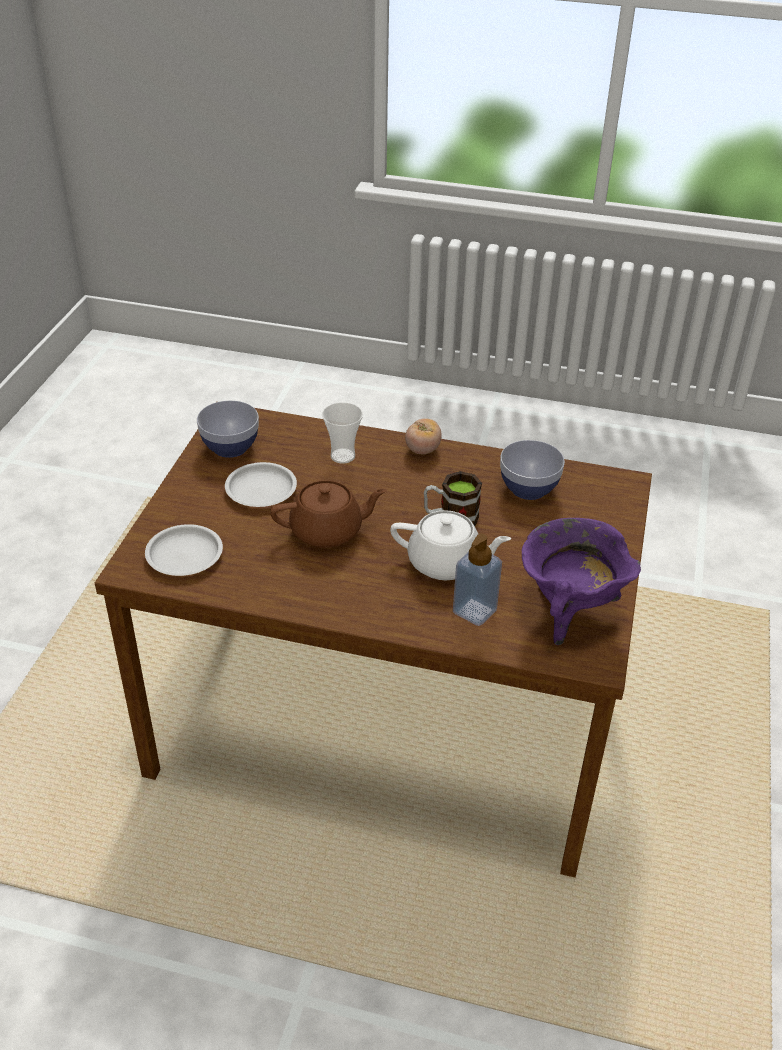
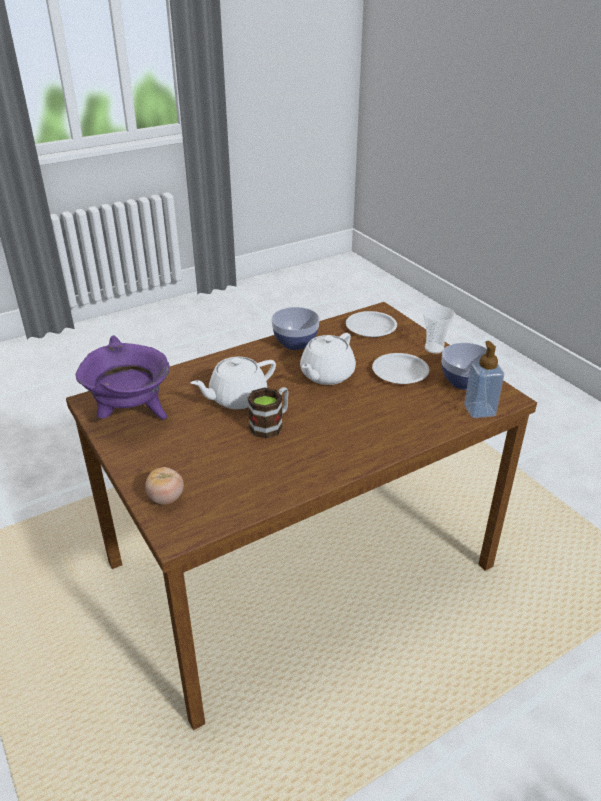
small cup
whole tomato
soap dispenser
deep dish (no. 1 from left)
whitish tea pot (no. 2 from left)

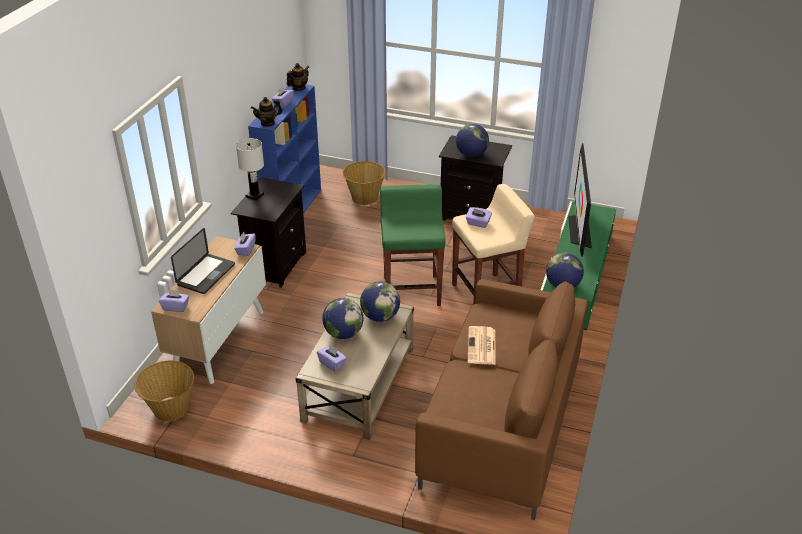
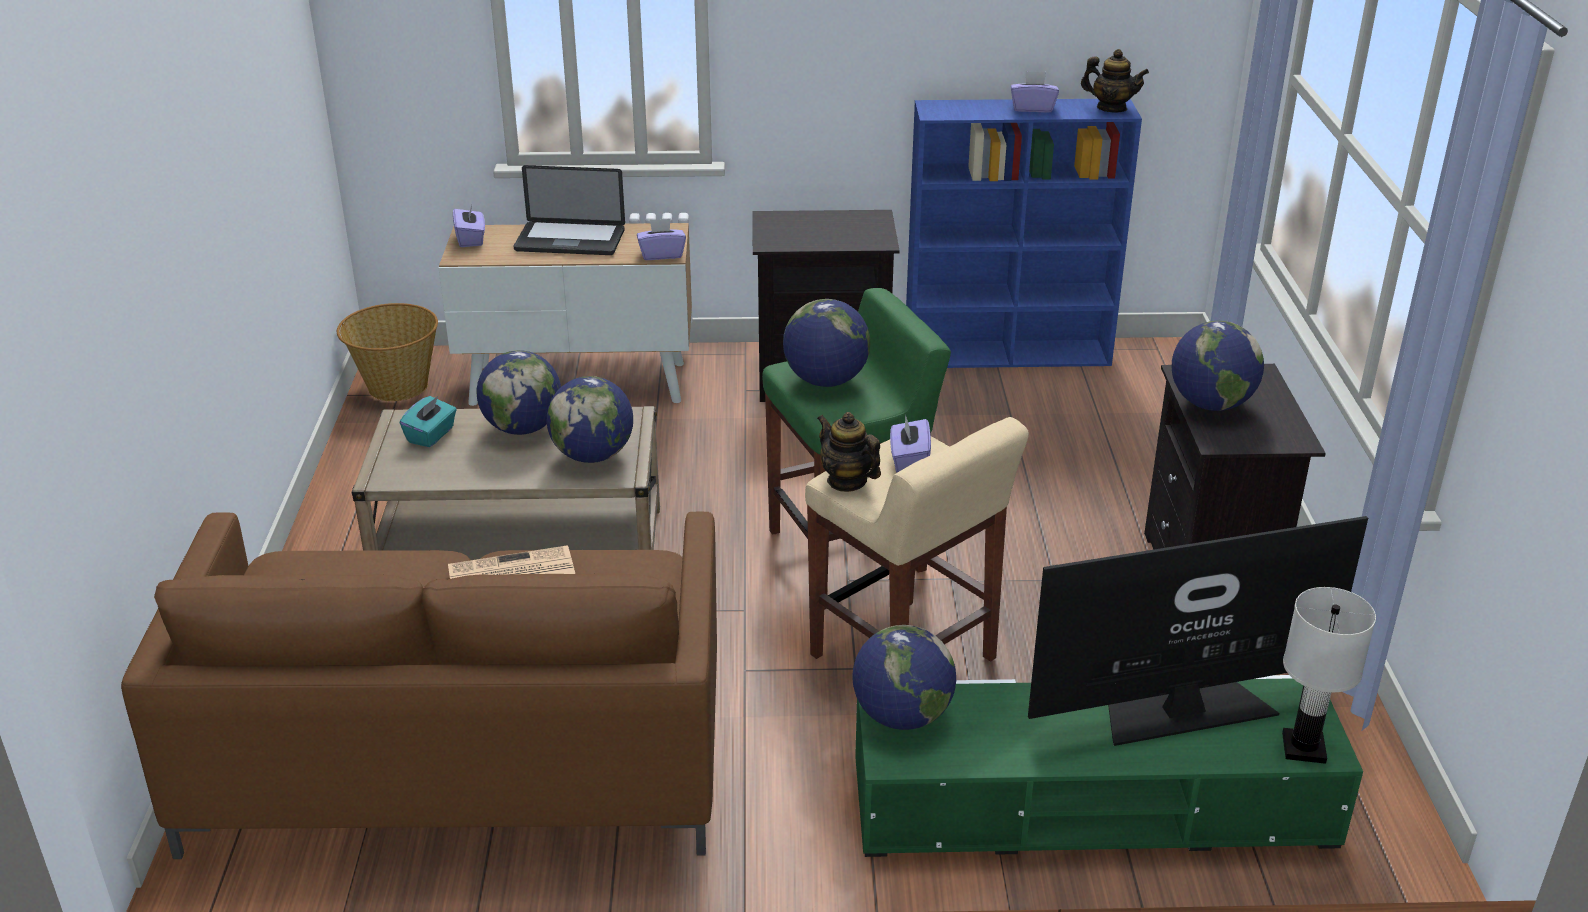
storage basket (no. 2 from left in the first image)
world globe (no. 3 from left)
whitish tabletop lamp
tea pot (no. 1 from left)
turquoise tissue holder

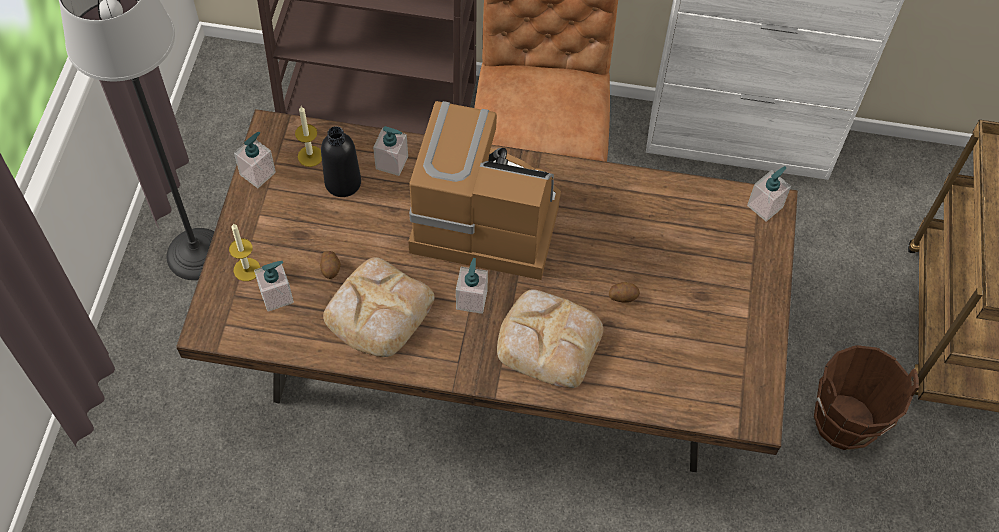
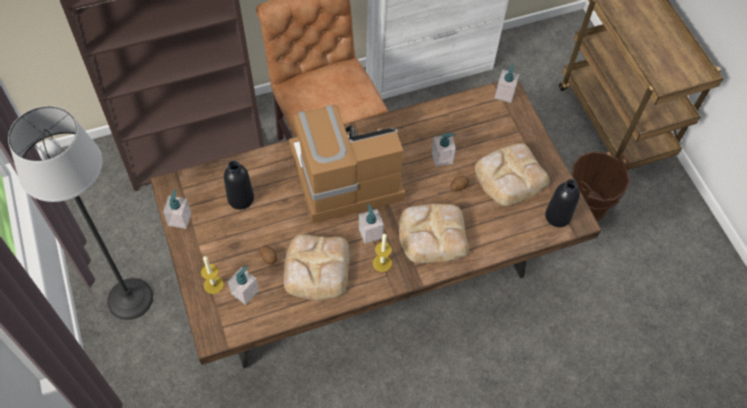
bakery bread (no. 3 from left)
black-coloured beverage bottle (no. 2 from left)
wax light (no. 2 from left)
soap dispenser (no. 4 from left)

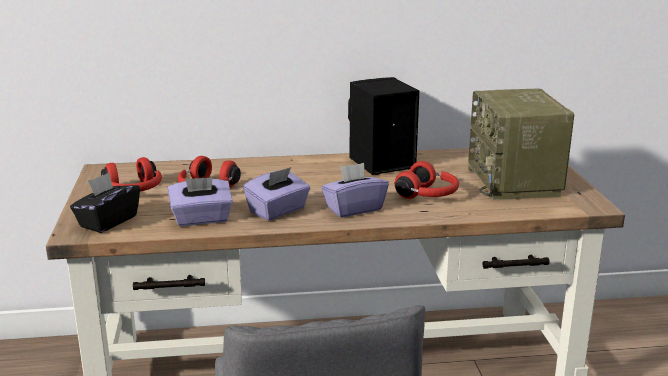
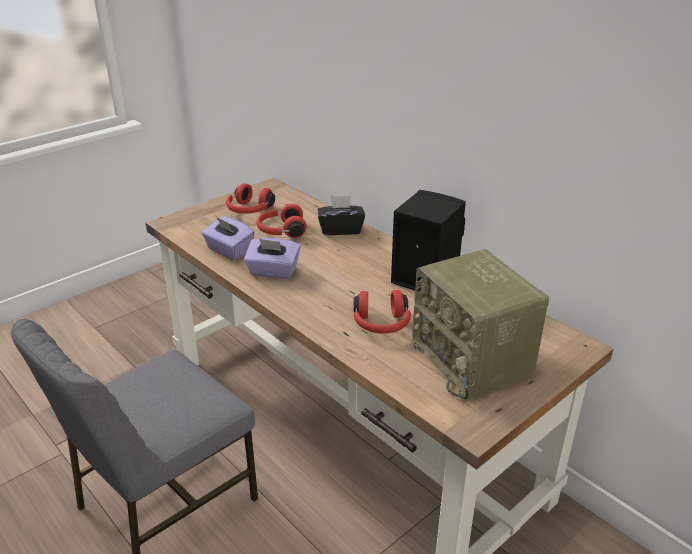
purple tissue holder (no. 3 from left in the first image)
black-coloured tissue holder
radio

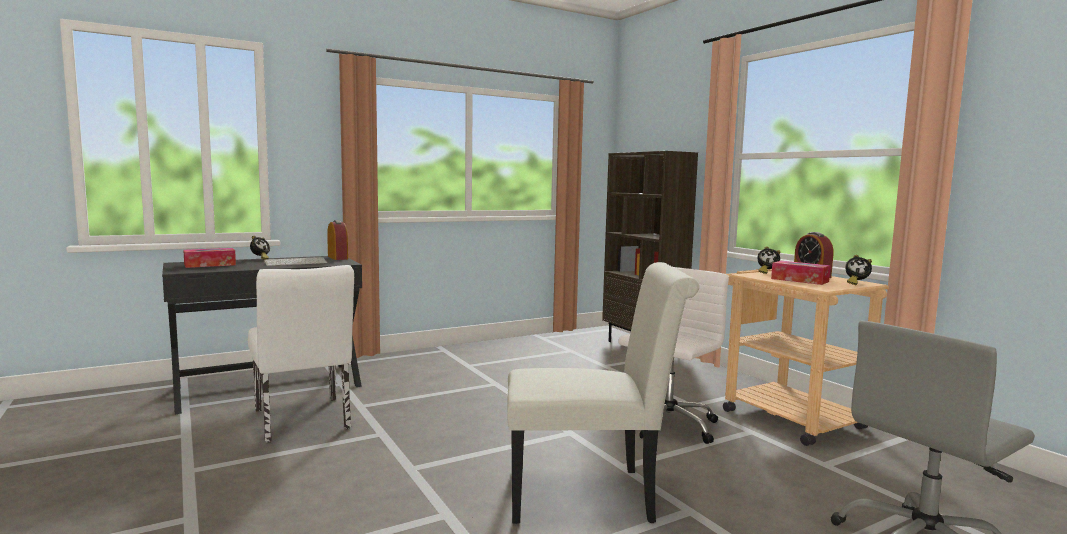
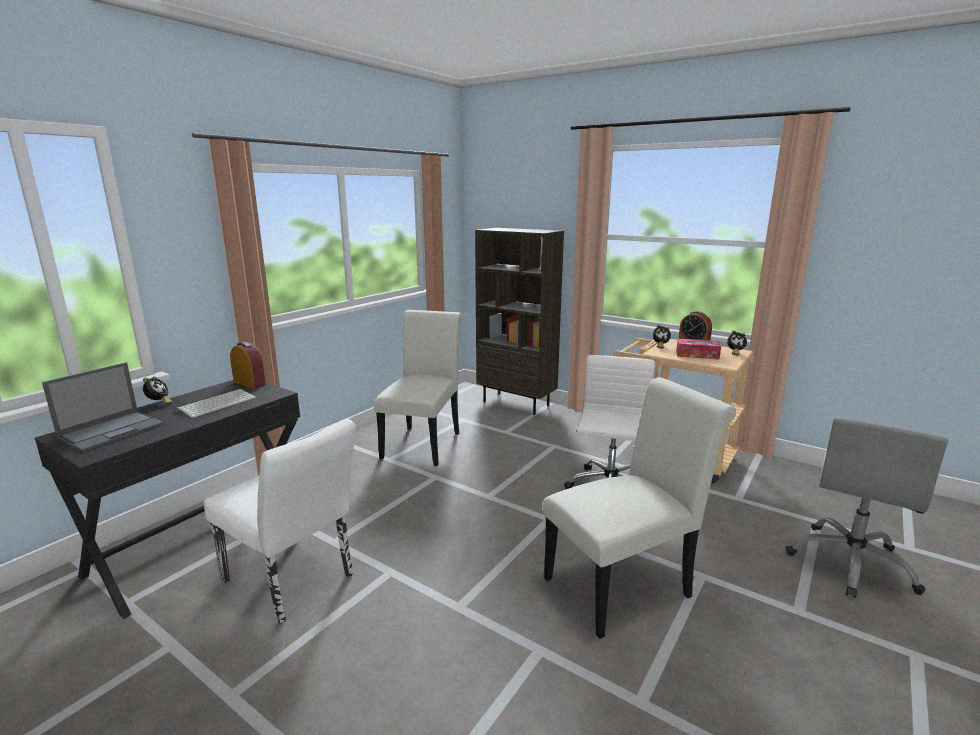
whitish plain chair (no. 2 from left)
portable computer

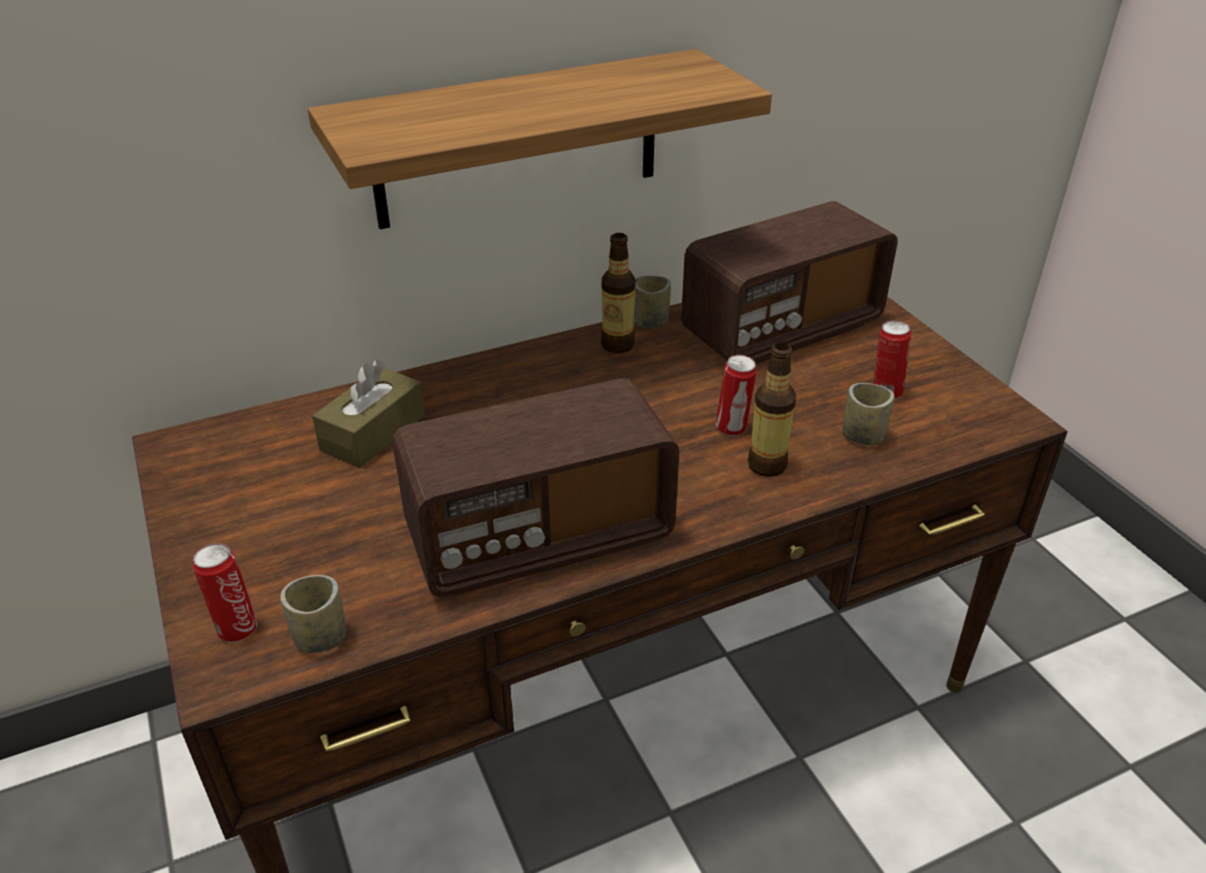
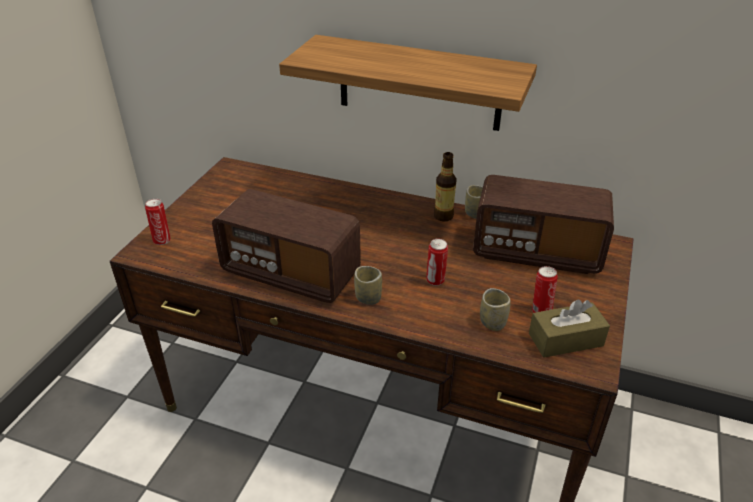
beverage bottle (no. 2 from left in the first image)
small cup (no. 1 from left)
brownish tissue holder

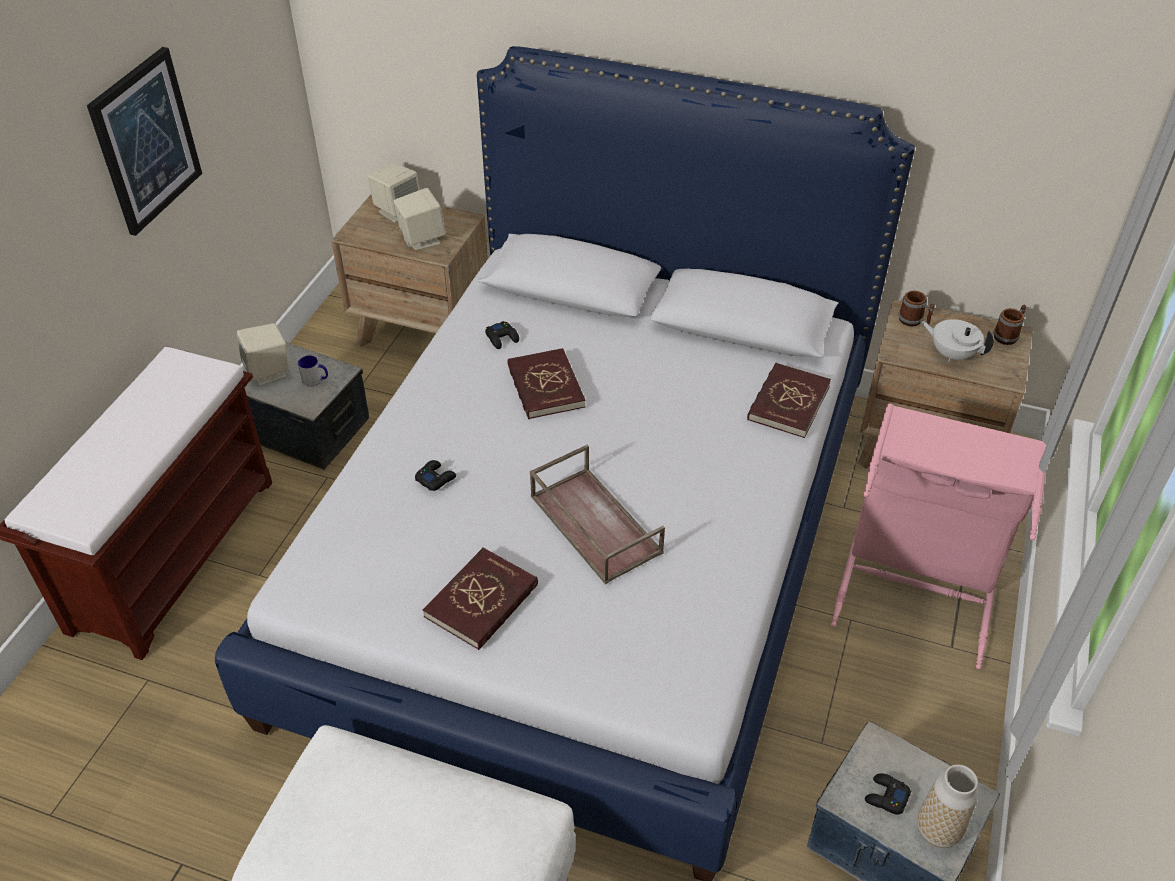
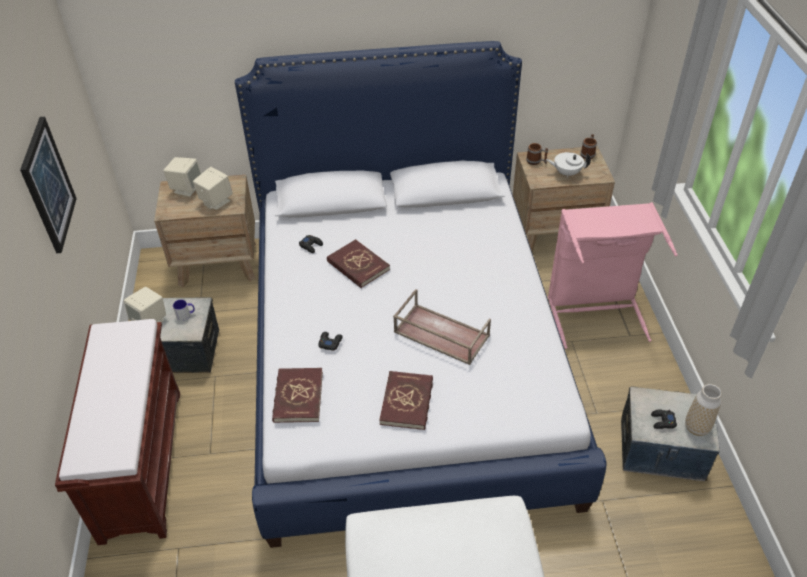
reddish bound book (no. 1 from left)

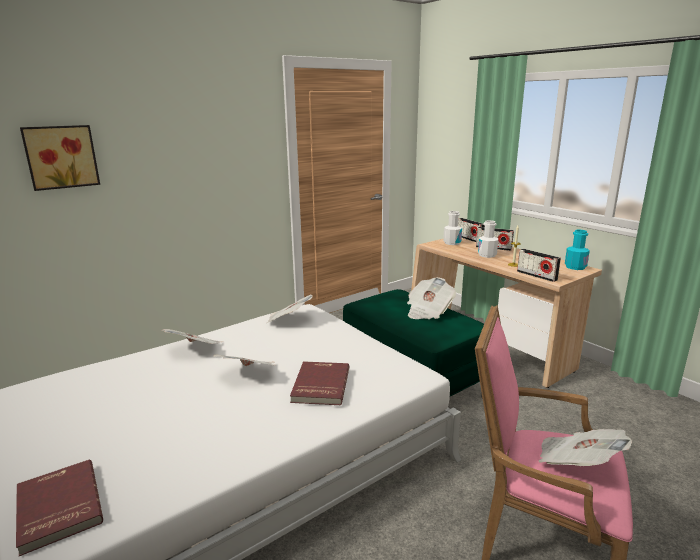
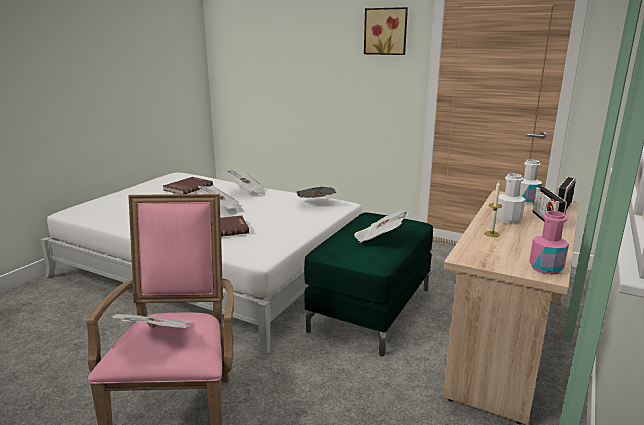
radio (no. 3 from left in the first image)
reddish bound book (no. 1 from left)
wall art
pink beverage bottle

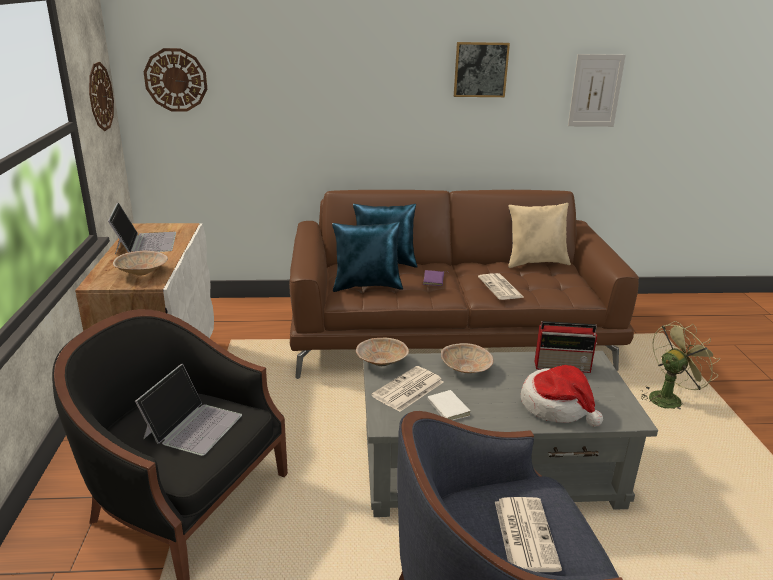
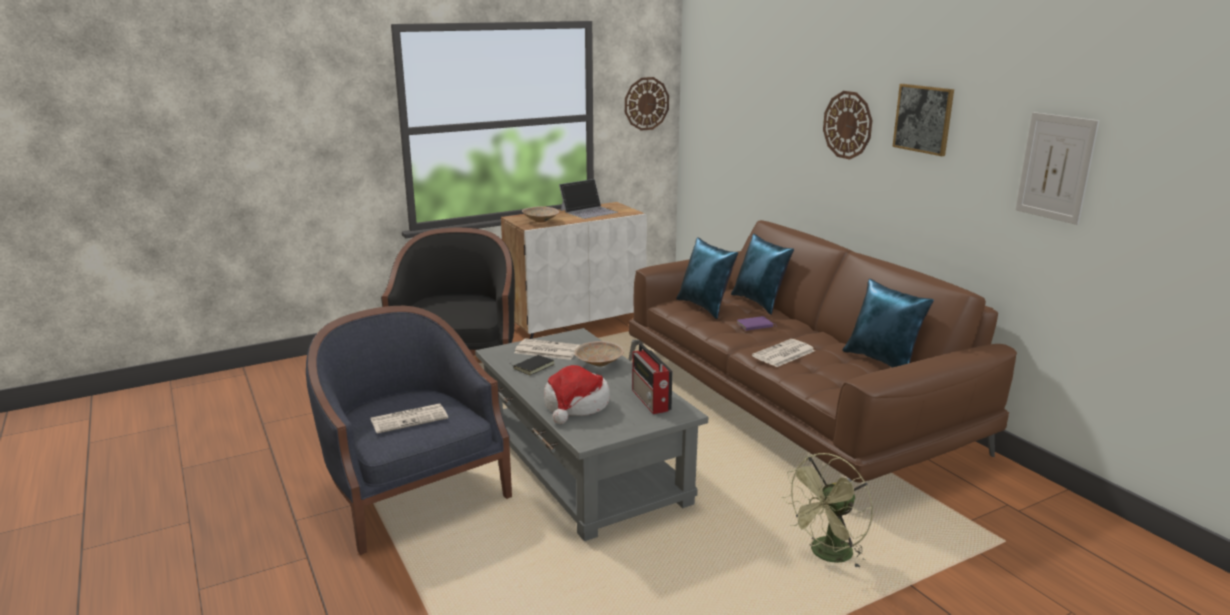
portable computer (no. 2 from left in the first image)
beige-coloured deep dish (no. 2 from left in the first image)
hanging clock (no. 2 from left)
black-coloured bound book
bluish throw pillow (no. 3 from left)
green-coloured cooling fan

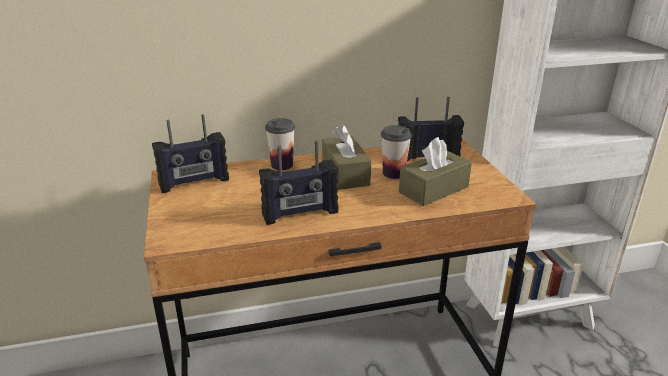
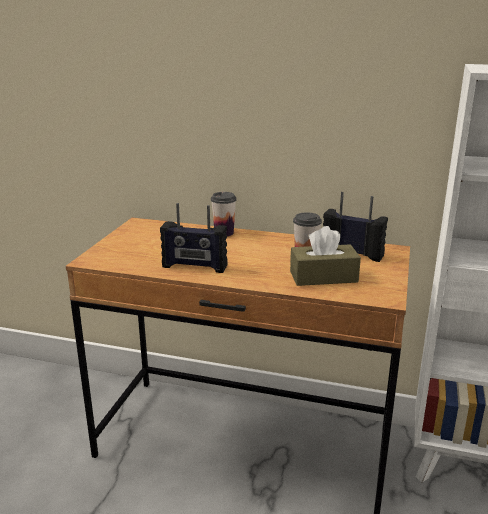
radio (no. 1 from left in the first image)
brownish tissue holder (no. 1 from left in the first image)

